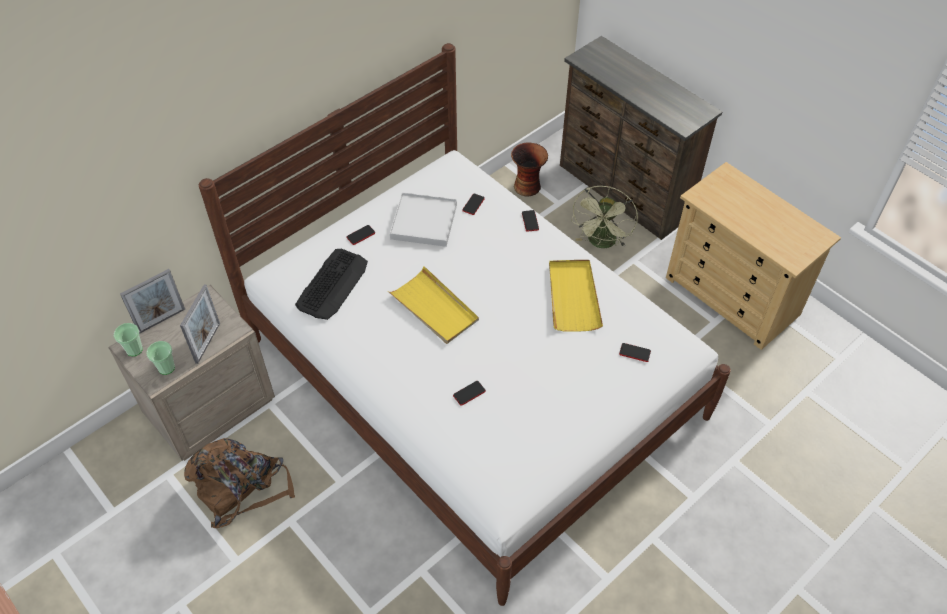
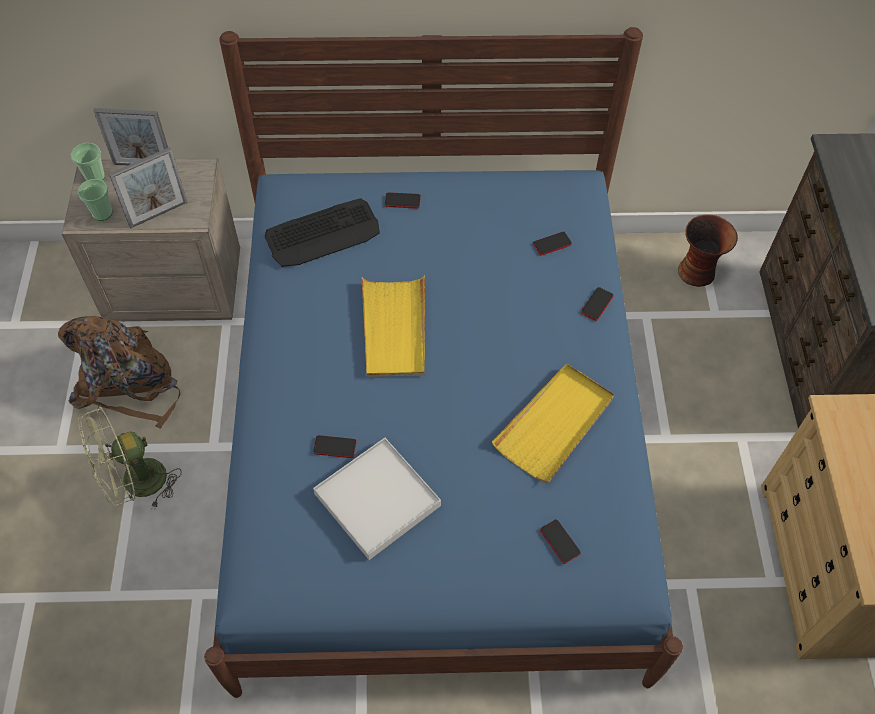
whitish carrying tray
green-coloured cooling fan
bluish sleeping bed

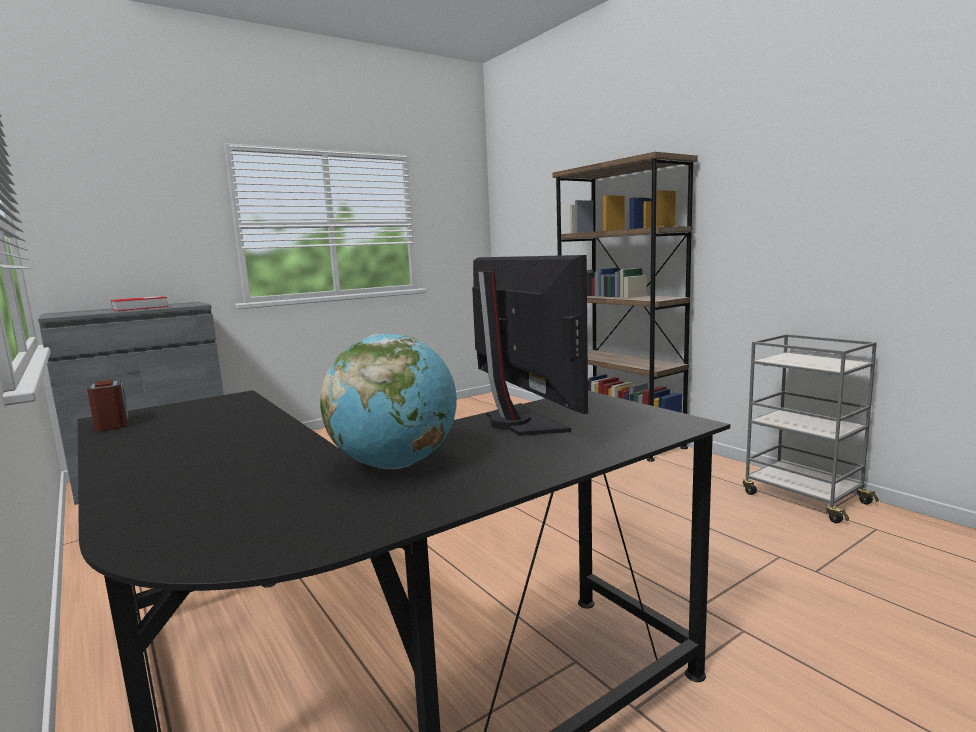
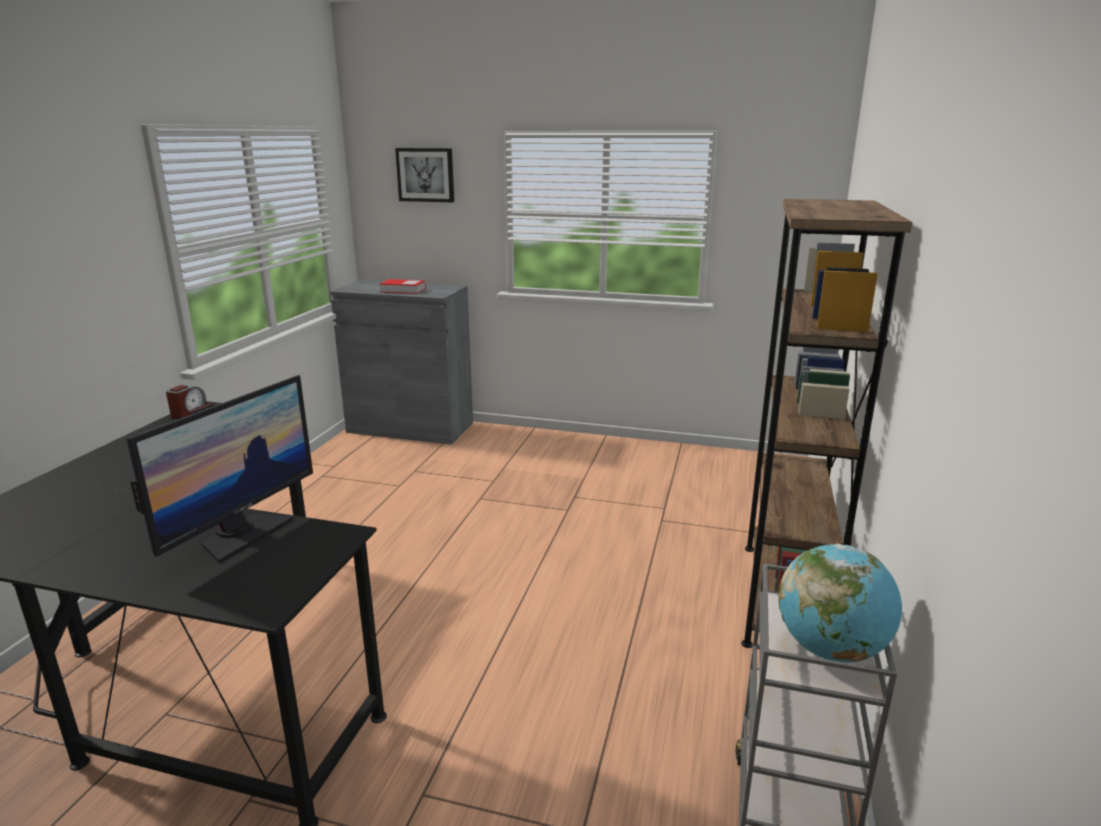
wall art
world globe

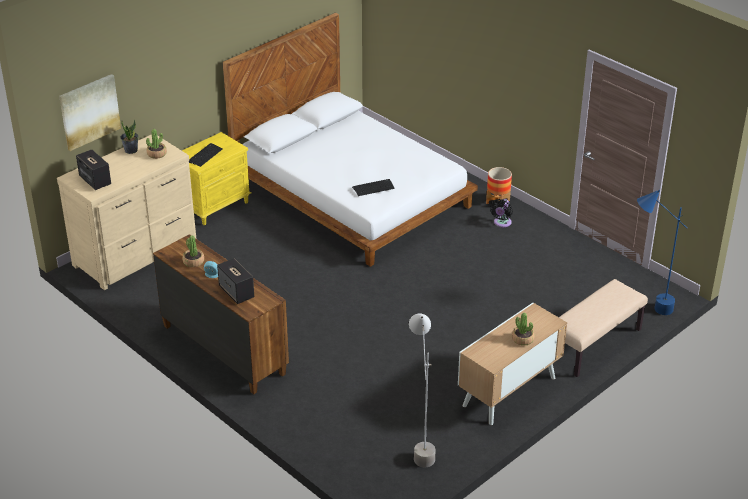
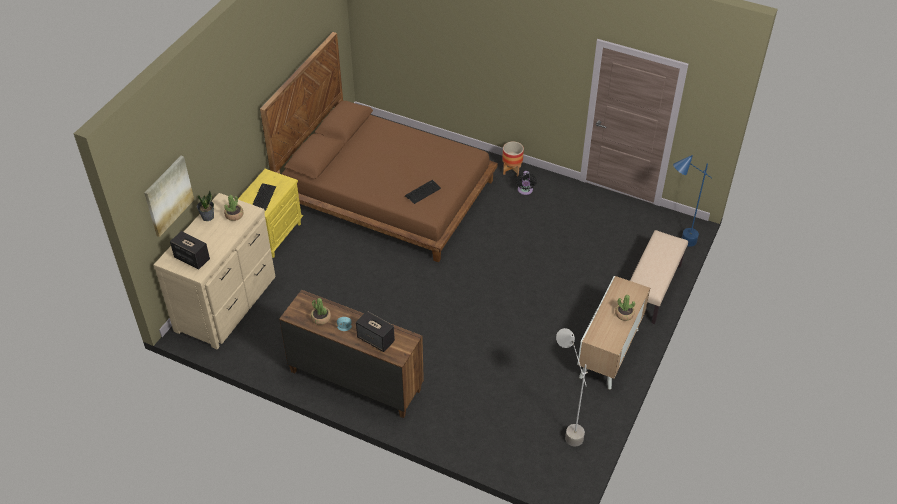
brownish sleeping bed

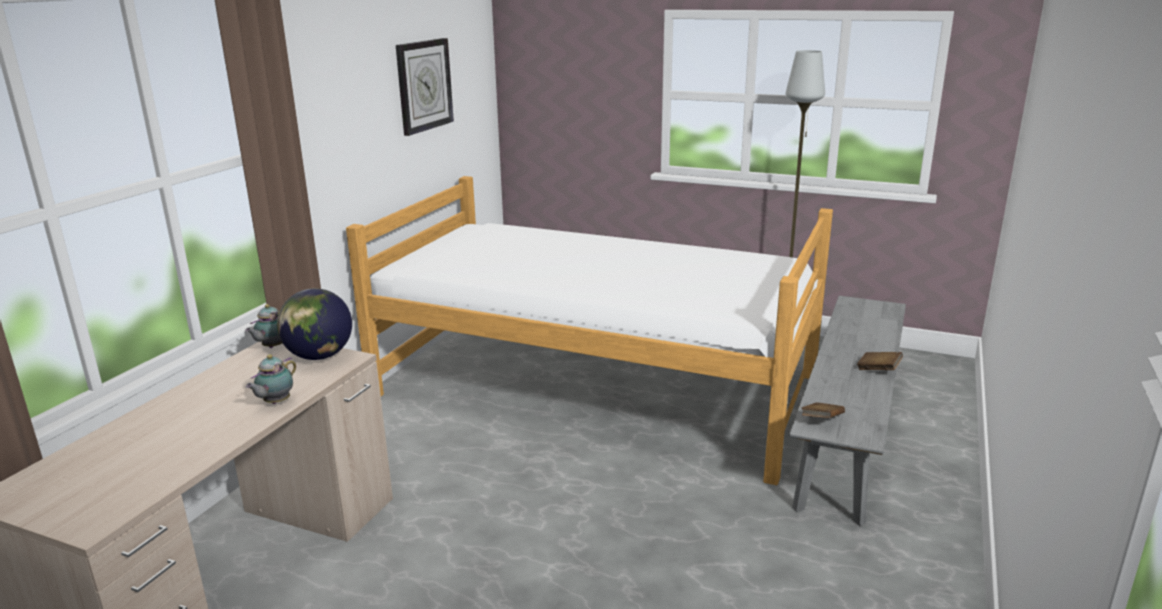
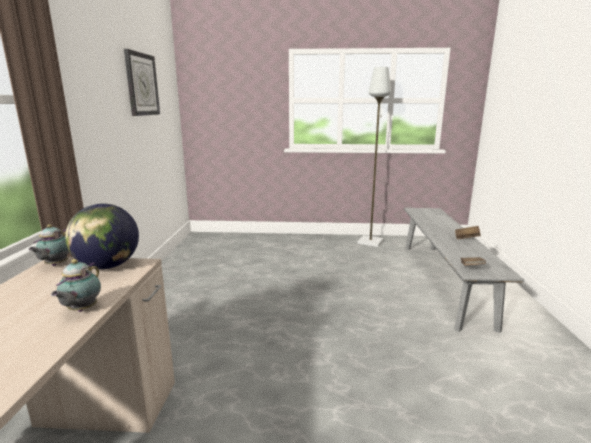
sleeping bed

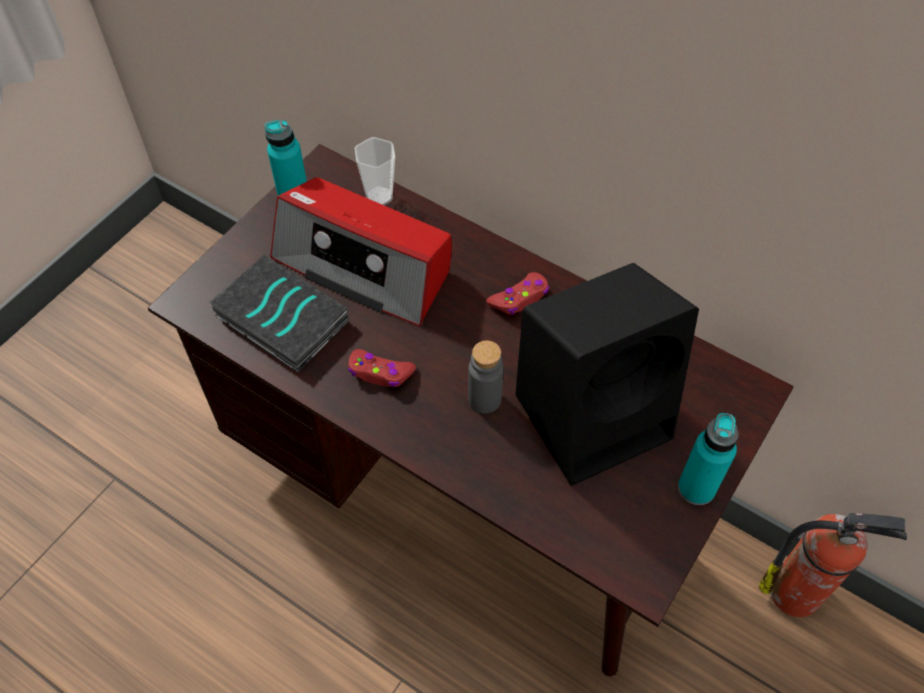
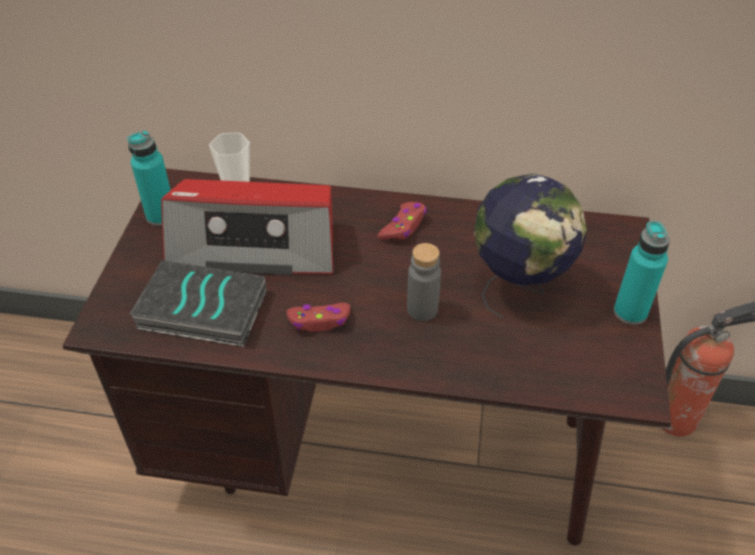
world globe

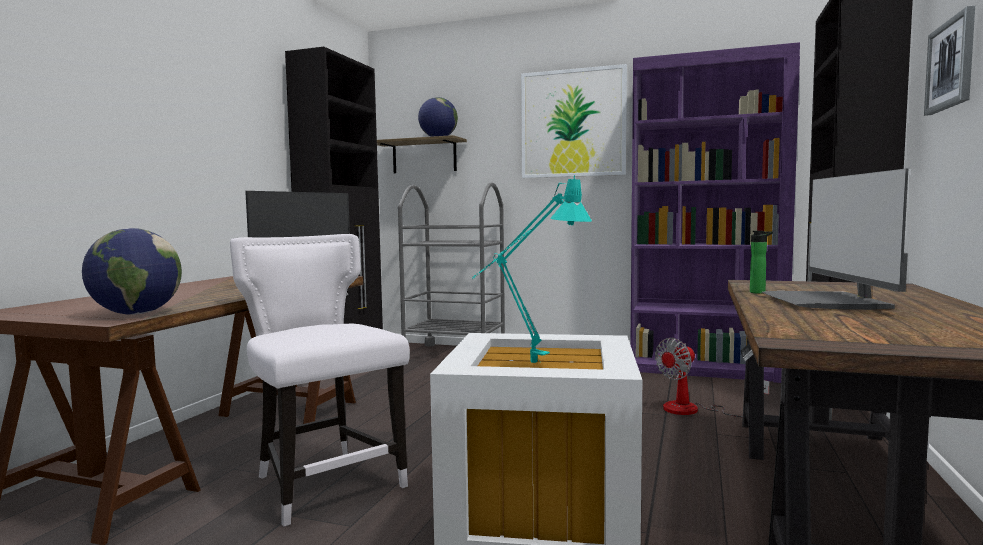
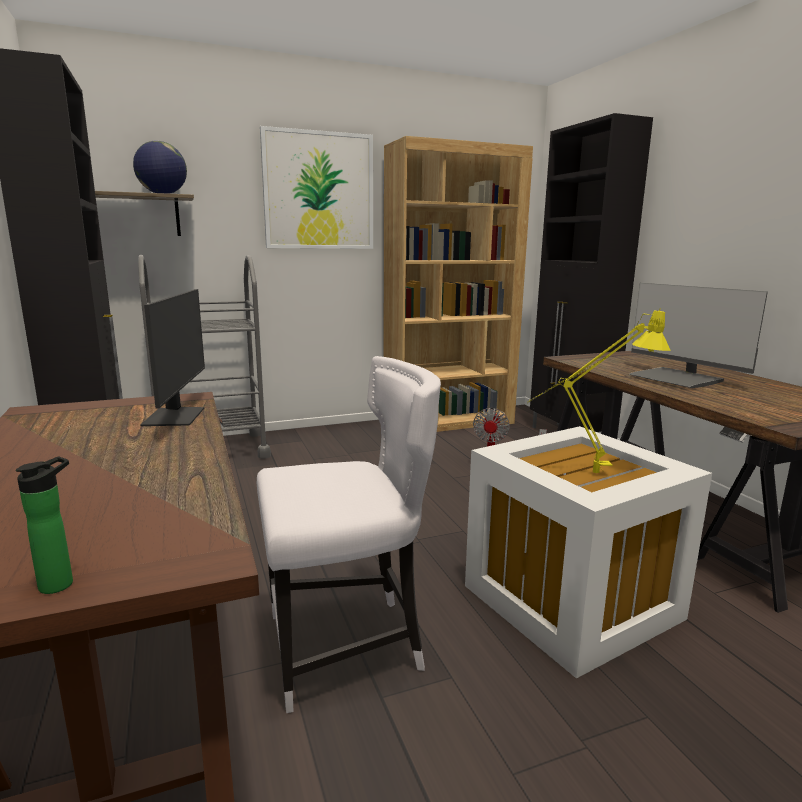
world globe (no. 1 from left in the first image)
wall art (no. 2 from left in the first image)
beverage bottle
yellowish tabletop lamp
brownish bookshelf
whitish plain chair

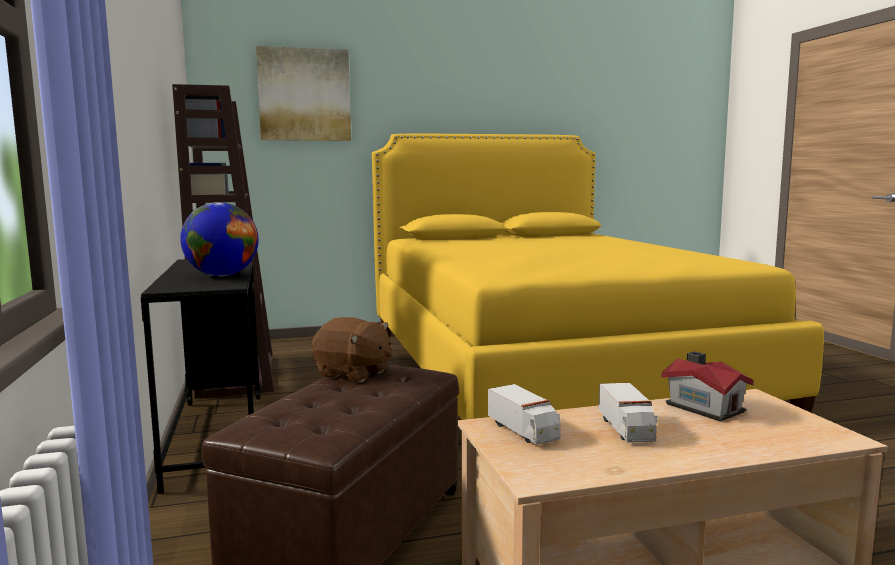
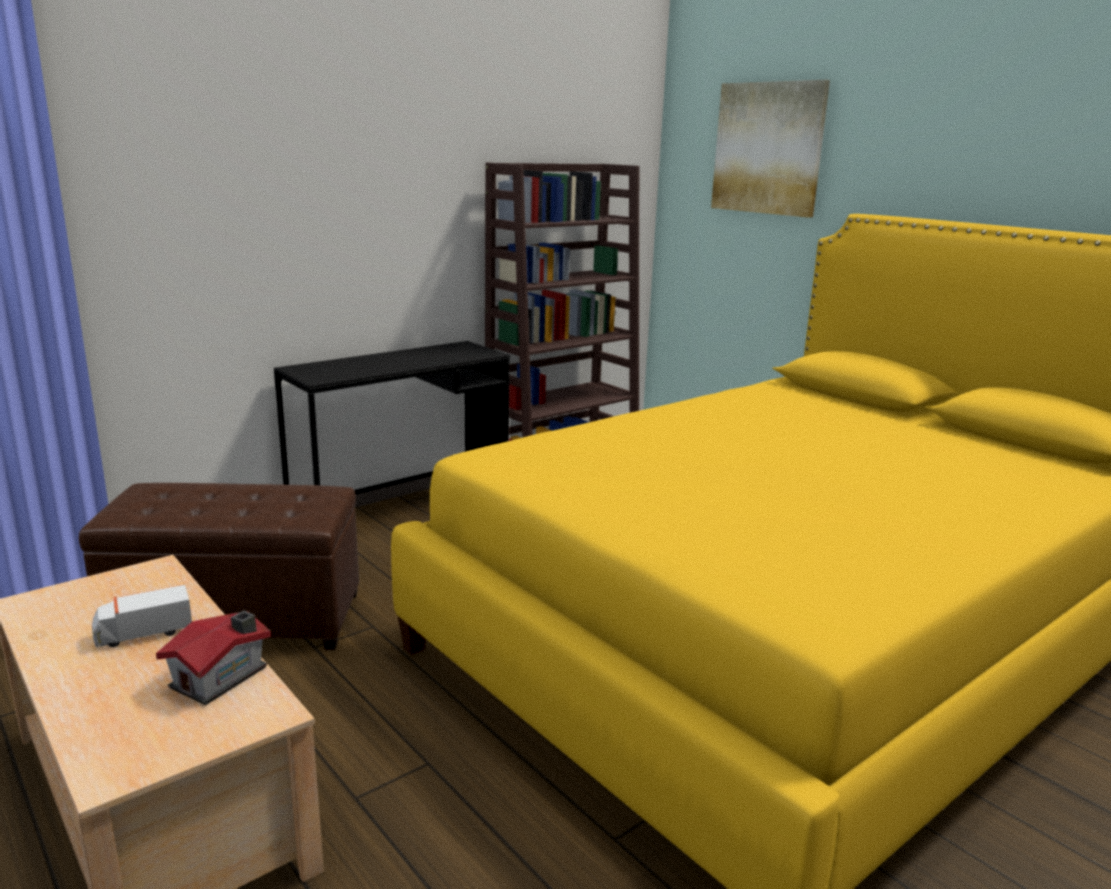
world globe
brownish soft toy
model truck (no. 1 from left in the first image)

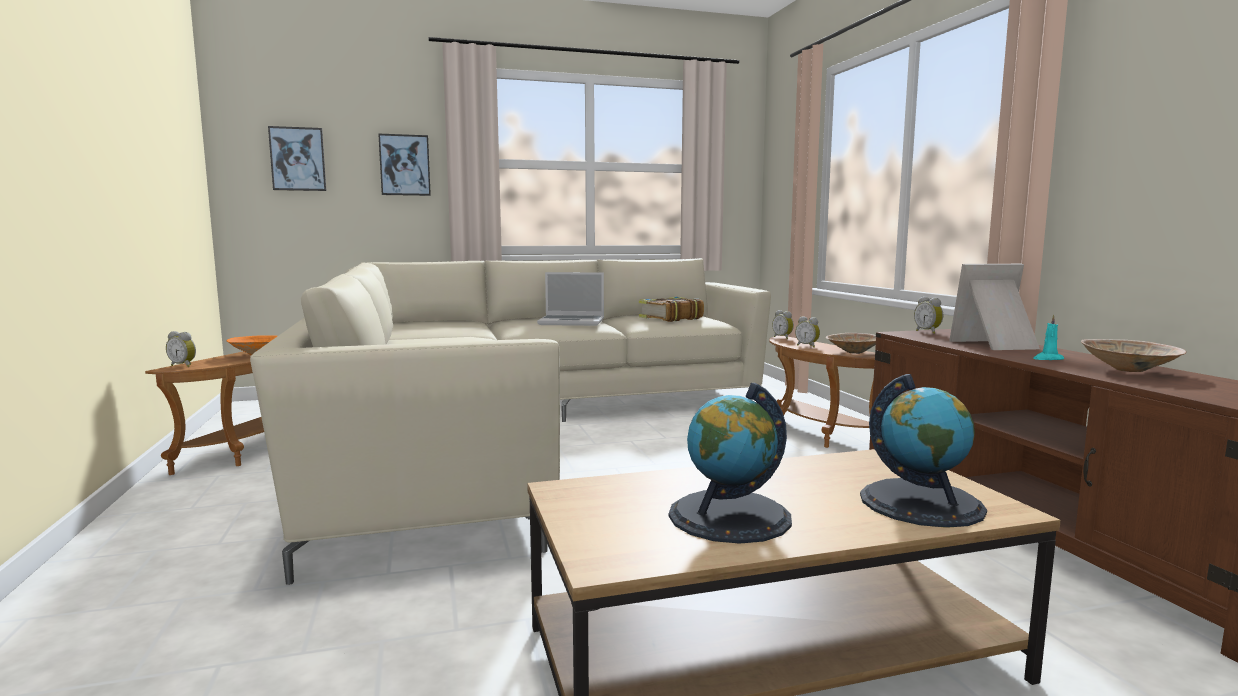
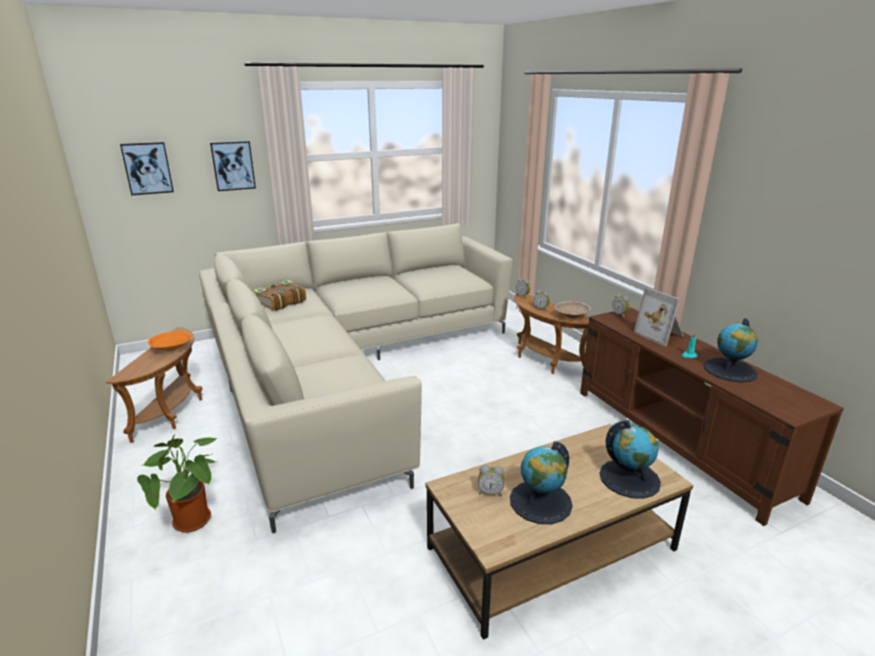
portable computer
plant in a pot
alarm clock (no. 1 from left)
bound book
world globe (no. 3 from left)
picture frame

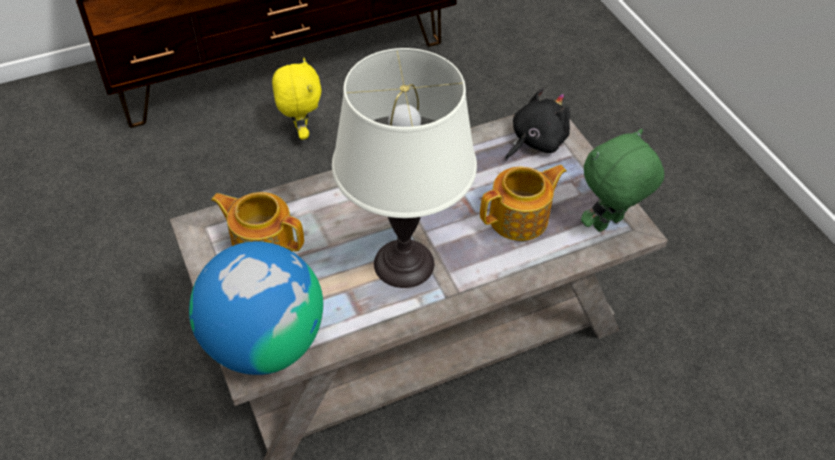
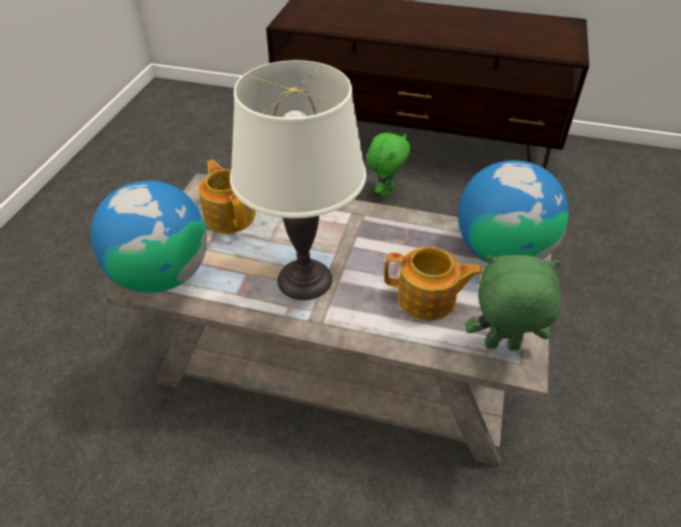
world globe (no. 2 from left)
green-coloured soft toy (no. 1 from left)

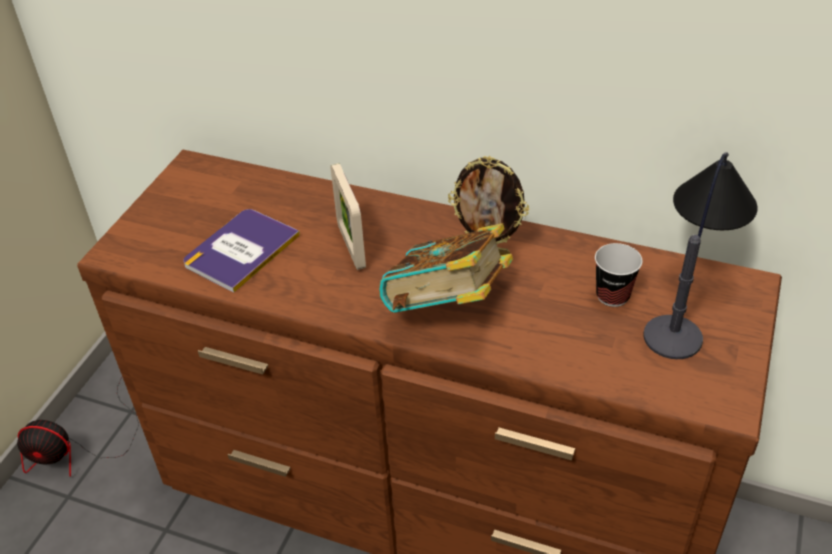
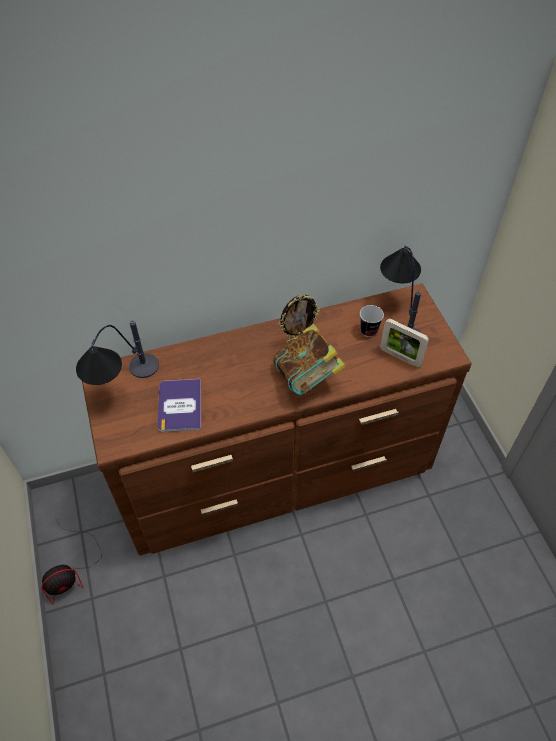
tabletop lamp (no. 1 from left)
picture frame (no. 2 from left)

